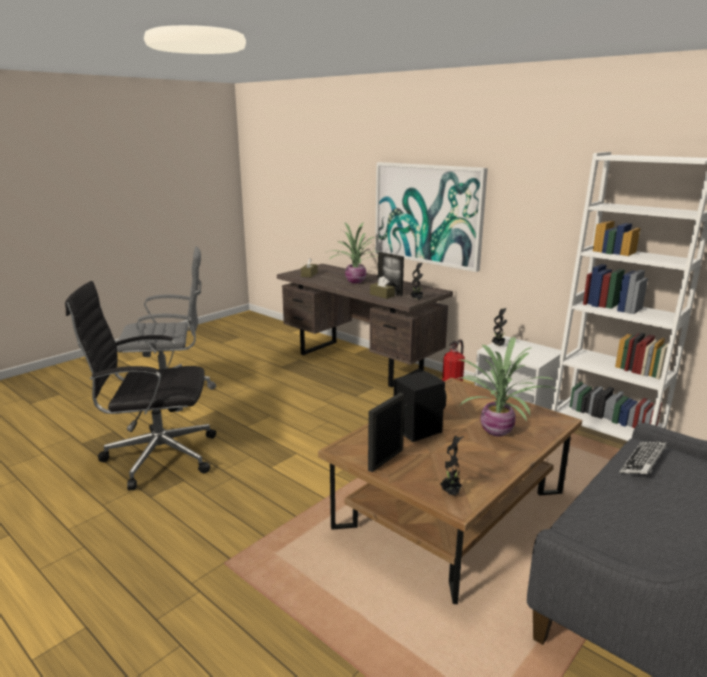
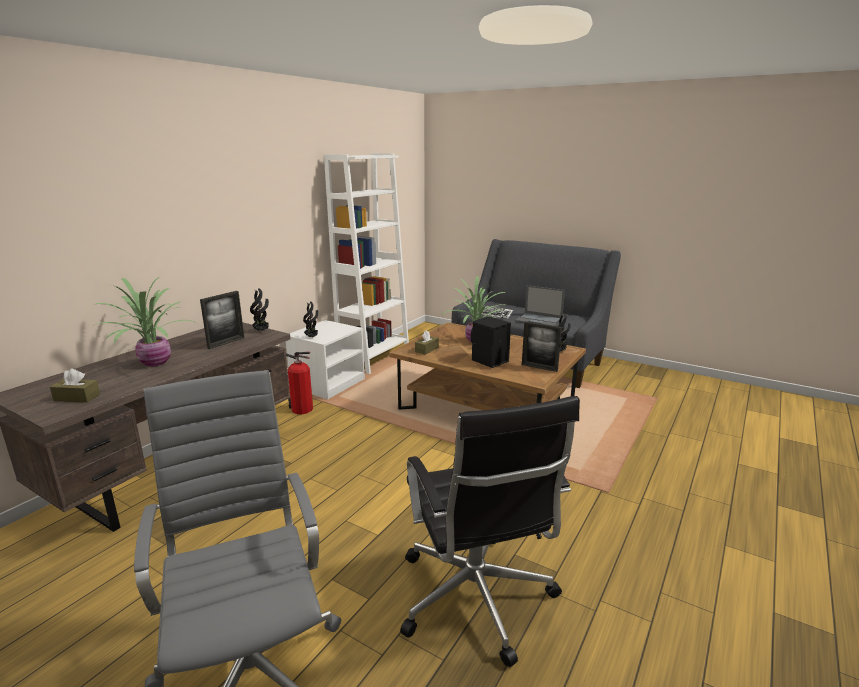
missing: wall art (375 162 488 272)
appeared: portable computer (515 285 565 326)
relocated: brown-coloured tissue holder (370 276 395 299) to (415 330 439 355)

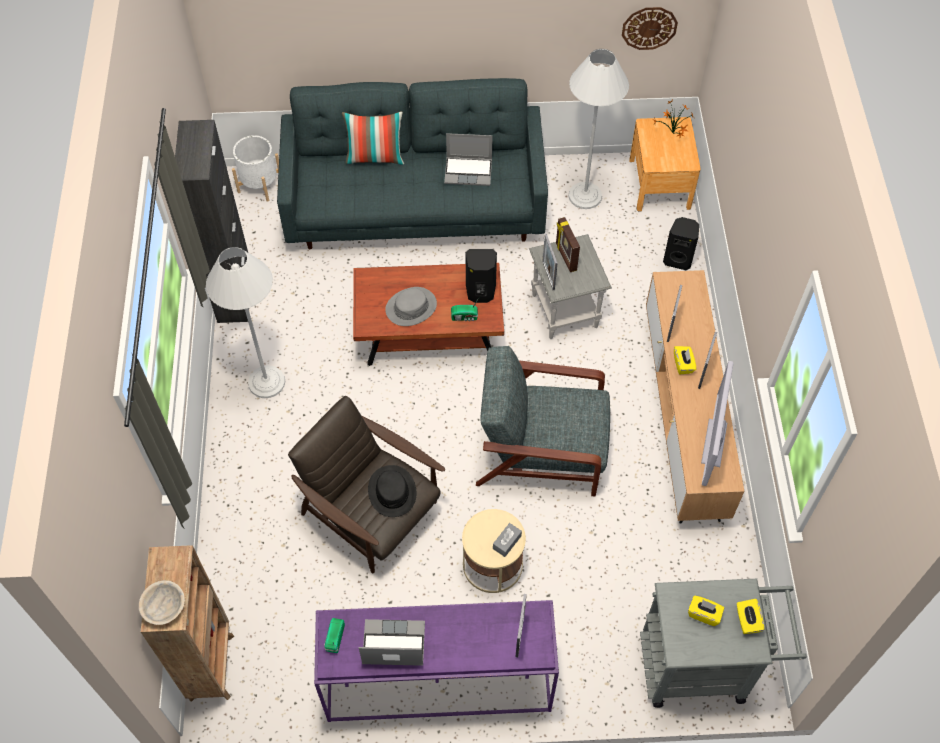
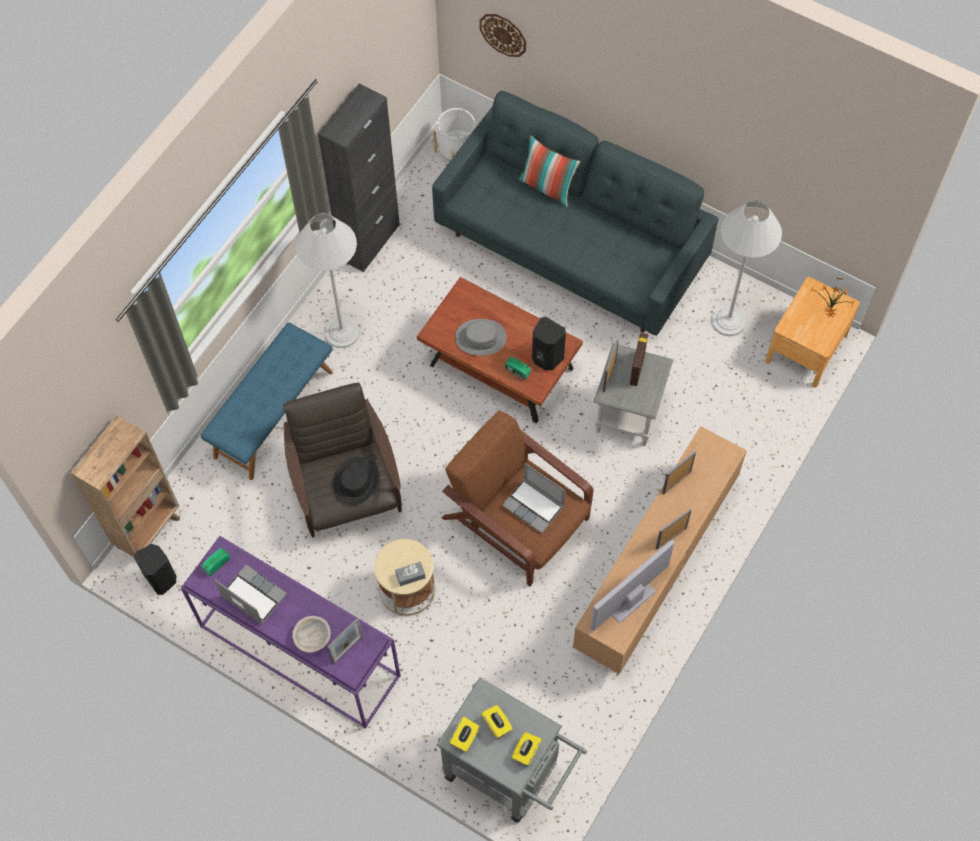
appeared: bluish indoor bench (200 322 333 480)
relocated: beige-coloured deep dish (139 580 185 625) to (292 616 330 652); portable computer (444 133 493 186) to (502 463 565 533); wall clock (622 7 678 50) to (479 14 526 57); blackish audio speaker (663 217 699 270) to (134 544 176 595); yellow tissue holder (674 346 696 375) to (450 717 479 752)
colour: grey lounge chair (476 346 610 496) to brown-coloured lounge chair (442 410 594 586)

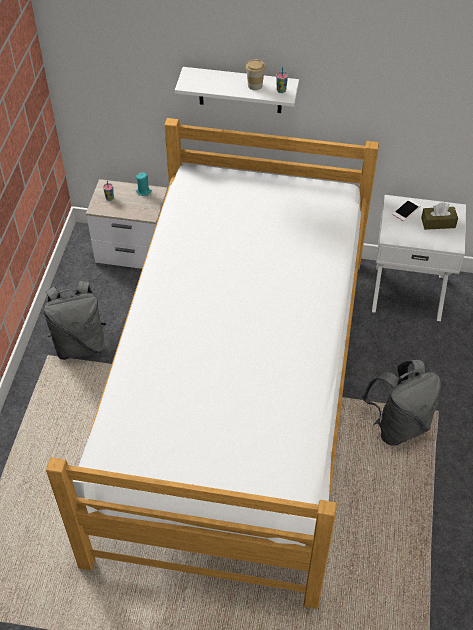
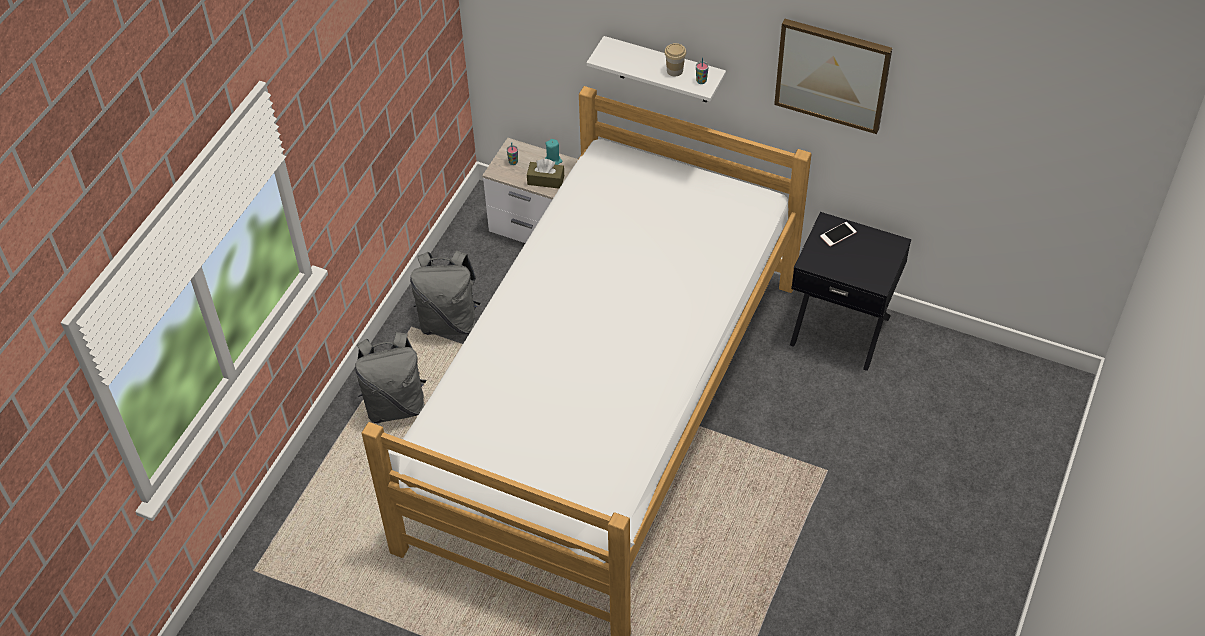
appeared: wall art (774 19 892 134)
relocated: grey backpack (362 360 441 446) to (355 332 426 423); brown-coloured tissue holder (421 202 458 230) to (527 159 564 188)
colour: white-coloured night table (372 195 466 321) to blackish night table (790 212 911 371)

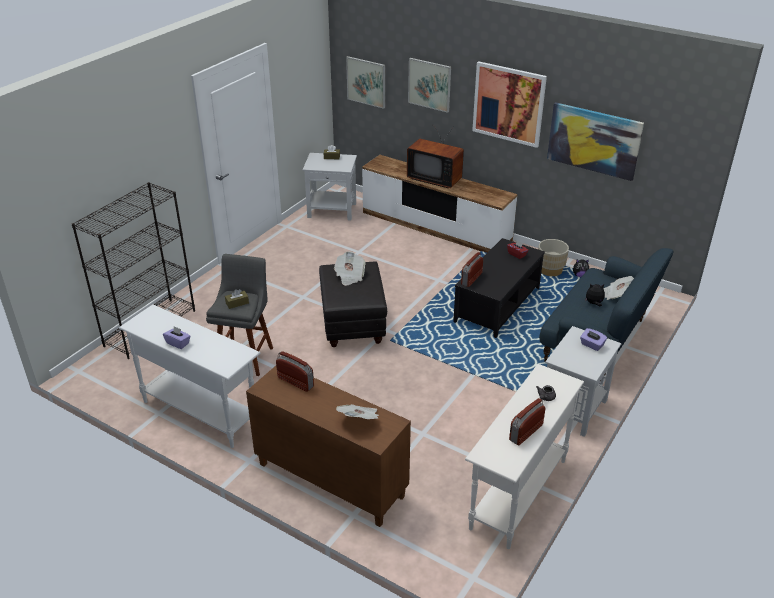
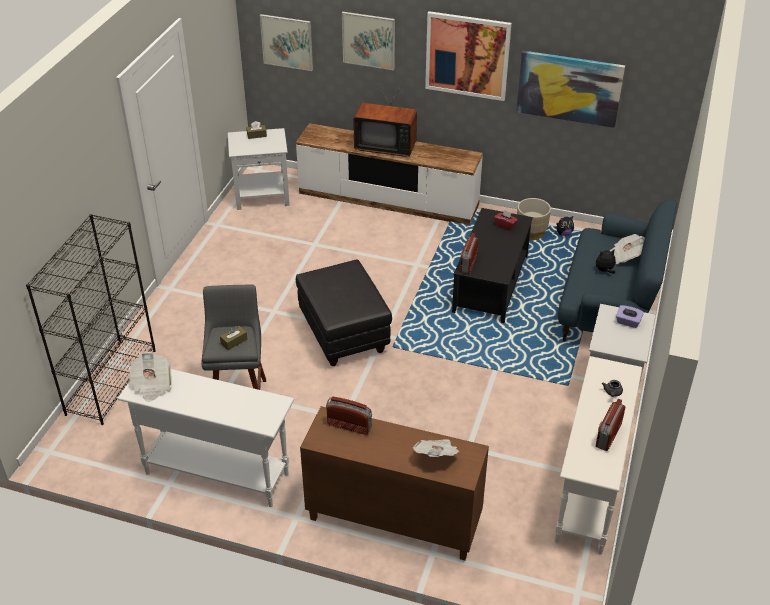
missing: purplish tissue holder (163 326 191 349)
relocated: daily paper (334 251 366 286) to (129 351 172 402)

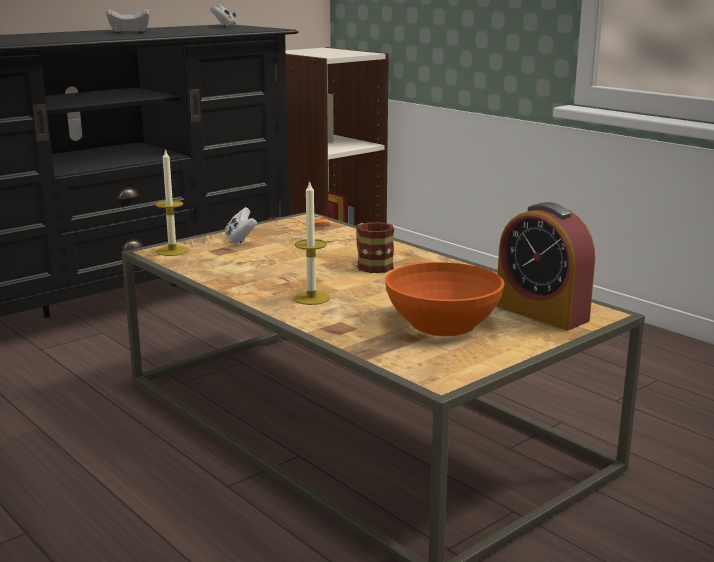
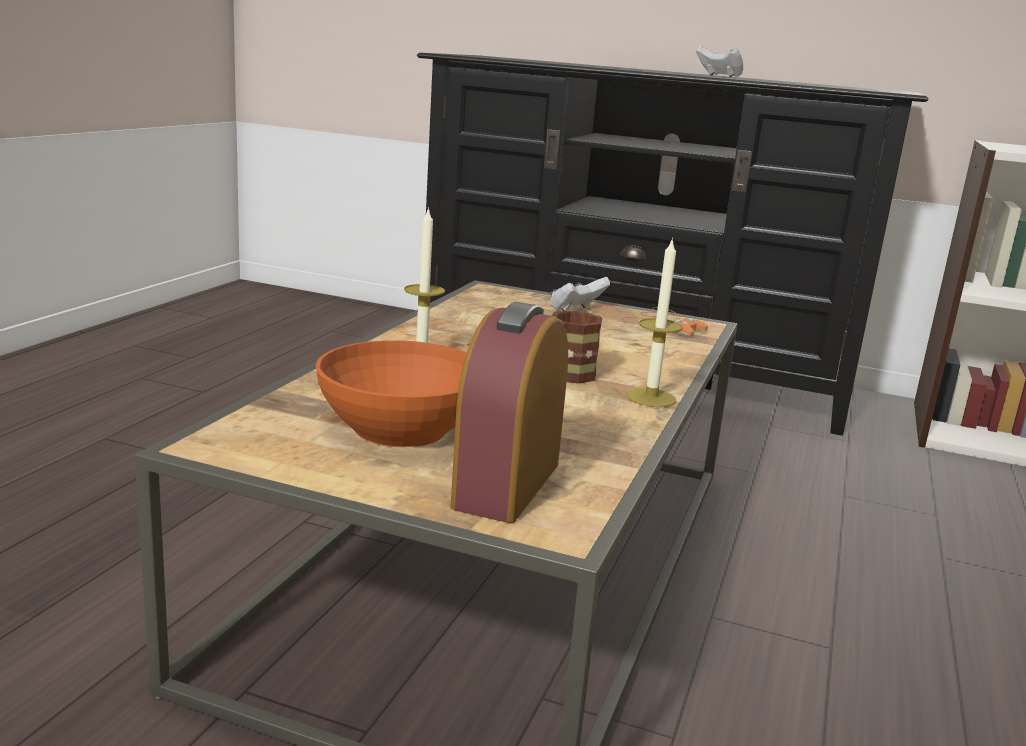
missing: white-coloured game controller (210 4 236 27)
relocated: wax light (156 148 189 256) to (627 237 683 407)

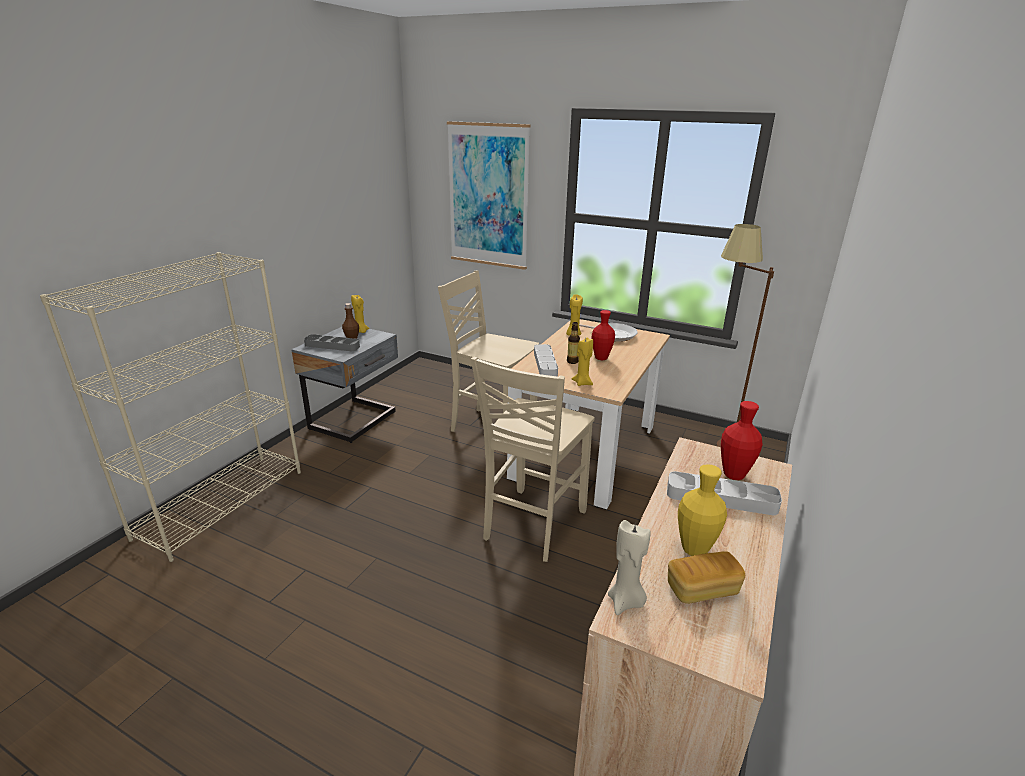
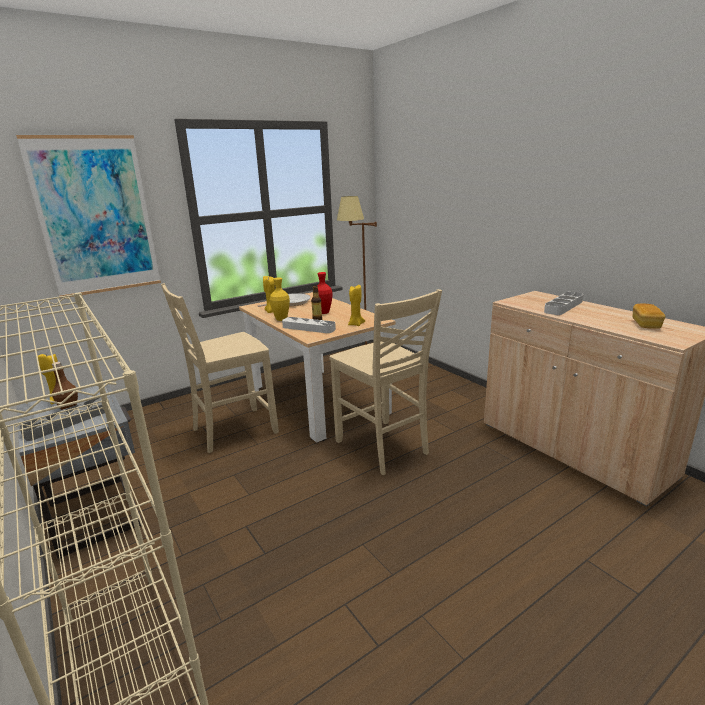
missing: beige-coloured wax light (608 520 650 615); reddish decorative vase (721 401 762 480)
relocated: yellow decorative vase (678 464 727 556) to (270 278 290 321)

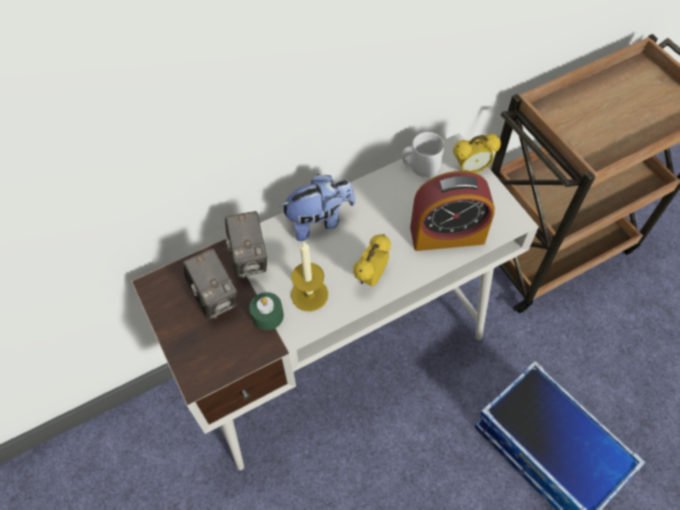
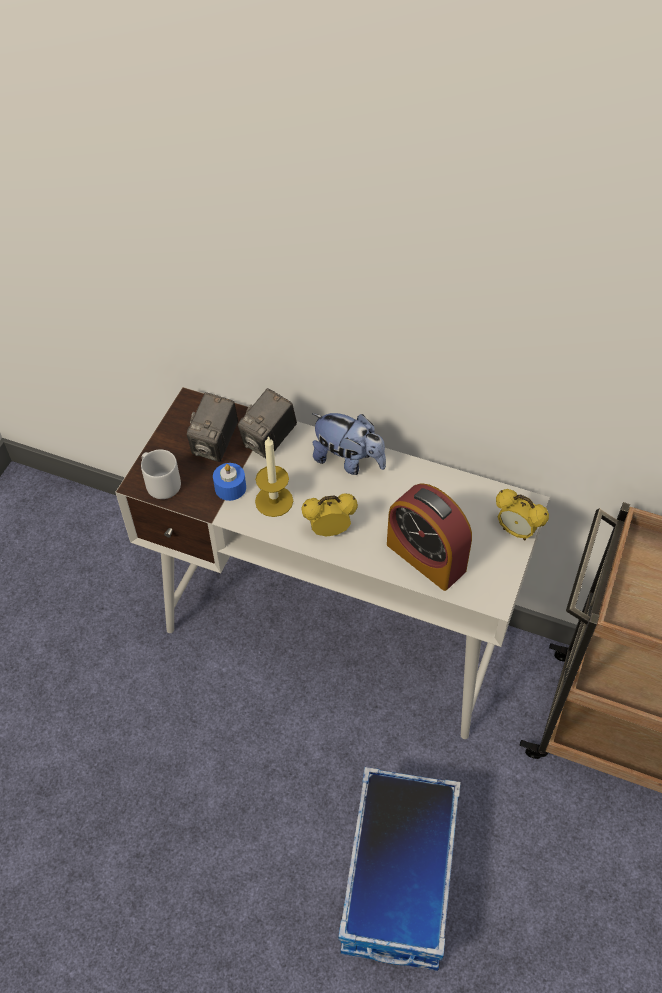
relocated: grey tea mug (402 132 444 177) to (141 449 181 499)
colour: greenish wax light (249 292 284 330) to bluish wax light (213 463 246 501)

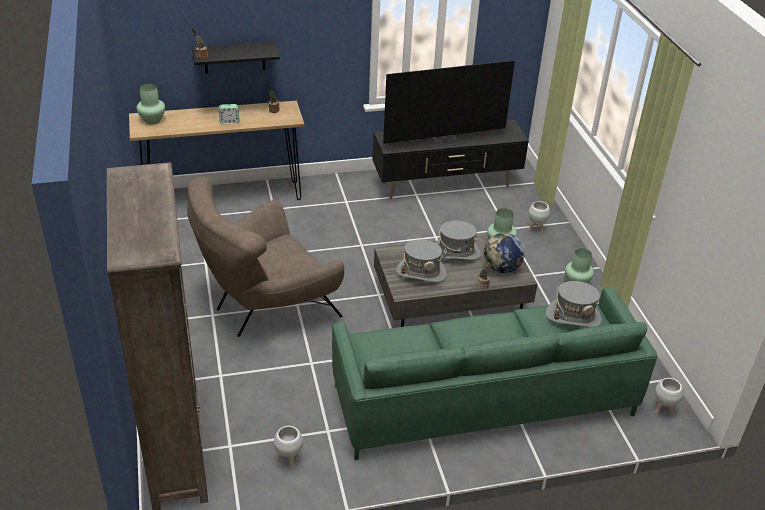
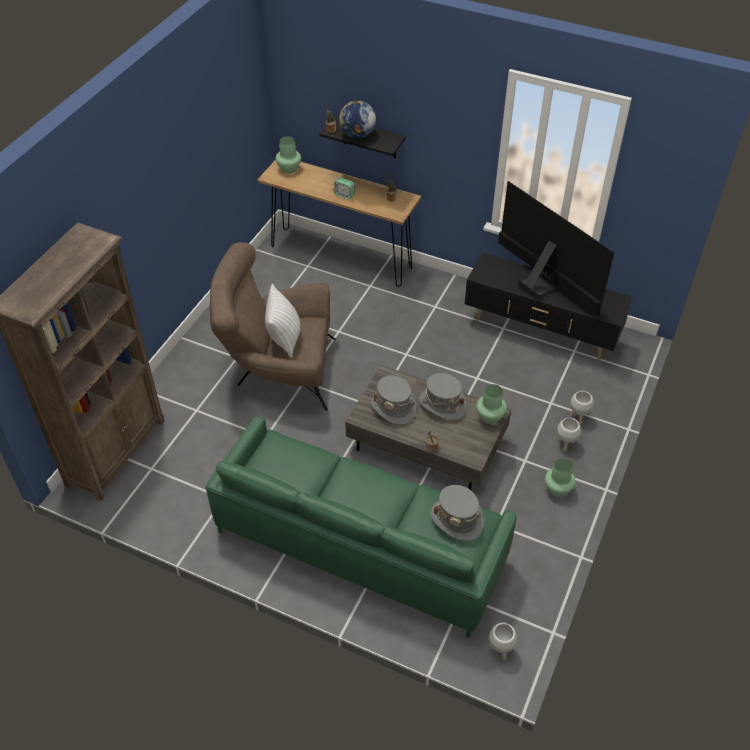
appeared: white-coloured cushion (265 284 300 358)
relocated: white-coloured flower pot (274 426 303 468) to (557 417 581 451); globe (484 233 525 273) to (339 100 376 138)
spun: TV (383 60 515 144) = (498 181 615 315) 150 degrees counterclockwise

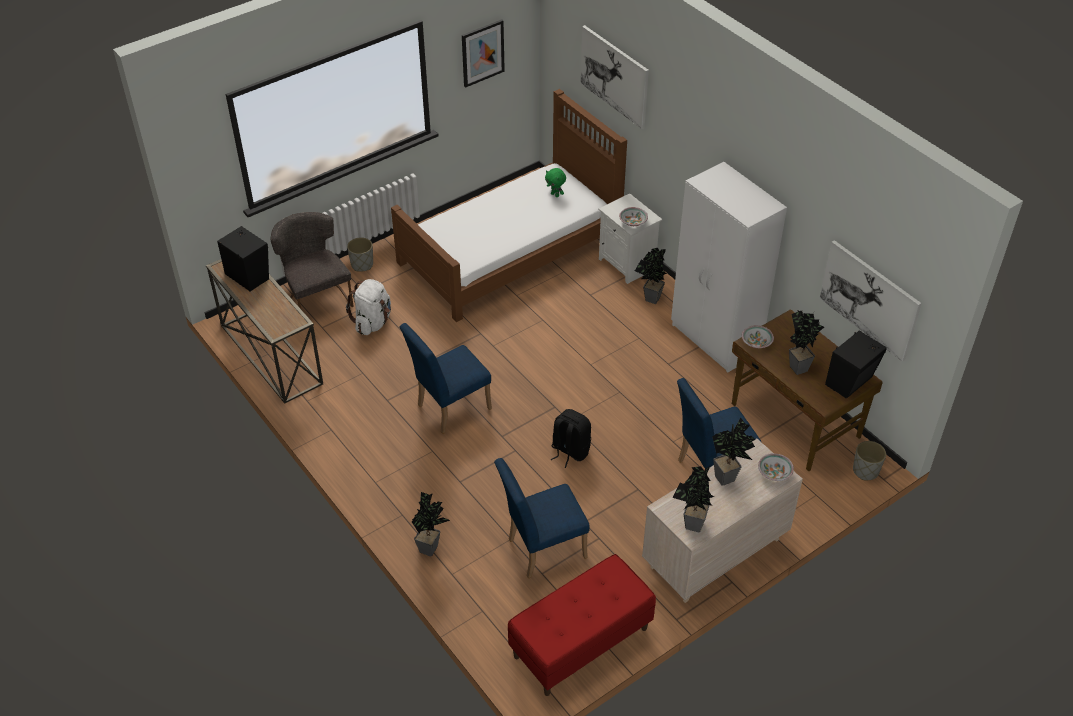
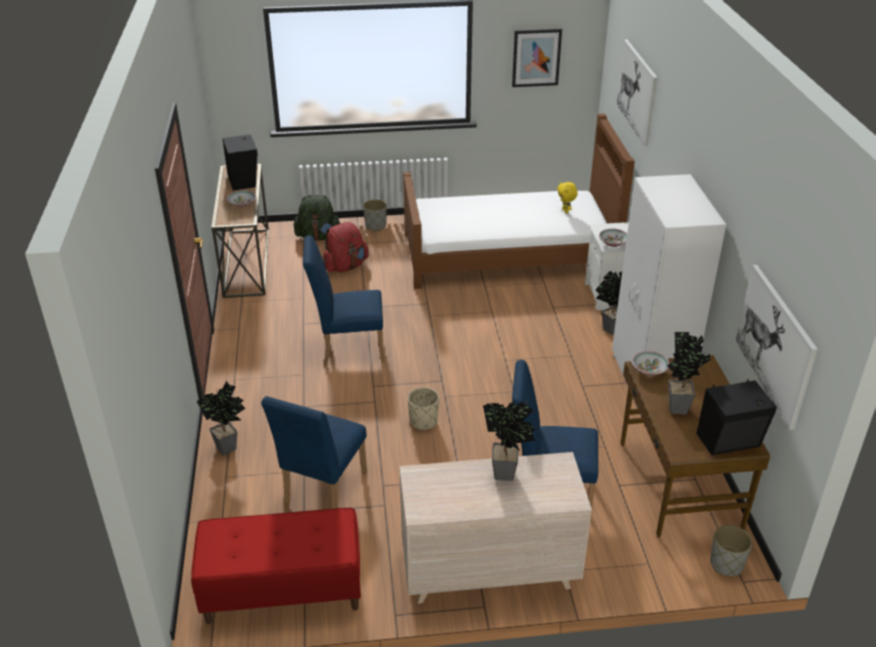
missing: potted plant (672 466 715 532)
relocated: deep dish (758 453 794 481) to (227 190 256 208)
exchanged: grey plain chair (270 212 354 309) to greenish backpack (294 195 340 241); blackish backpack (550 409 591 468) to beige-coloured flower pot (408 387 439 430)
colour: white-coloured backpack (346 279 391 335) to reddish backpack (323 222 369 272); greenish plush toy (545 168 566 197) to yellow plush toy (557 182 578 213)
spun: bluish plain chair (494 458 590 579) = (261 396 367 509) 75 degrees counterclockwise

